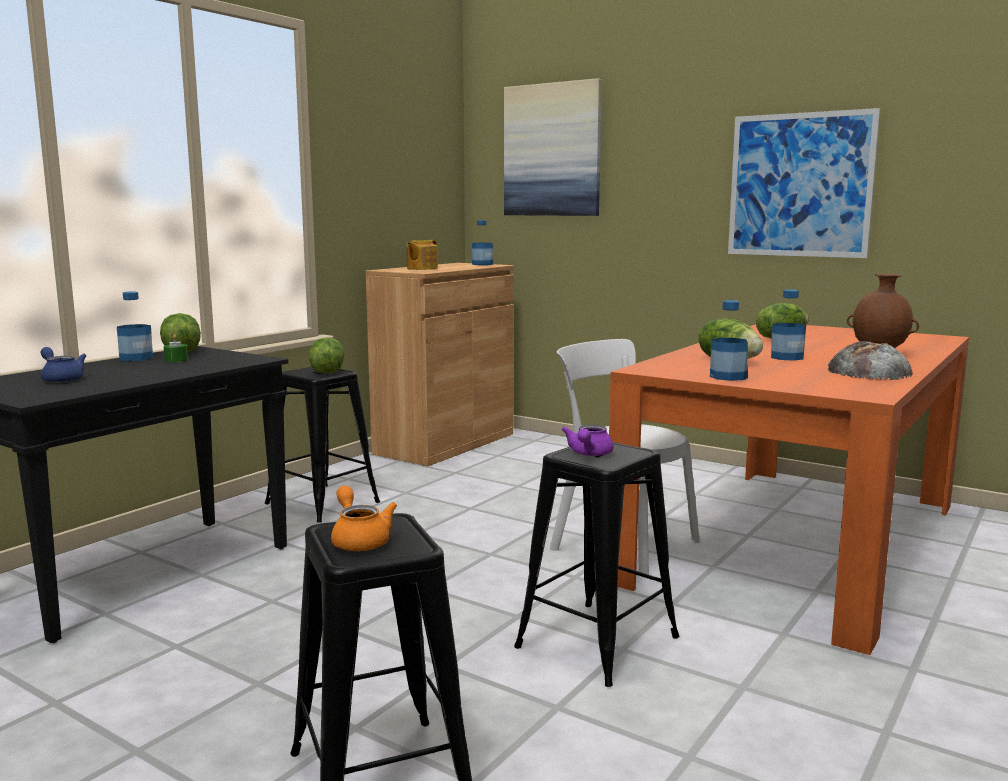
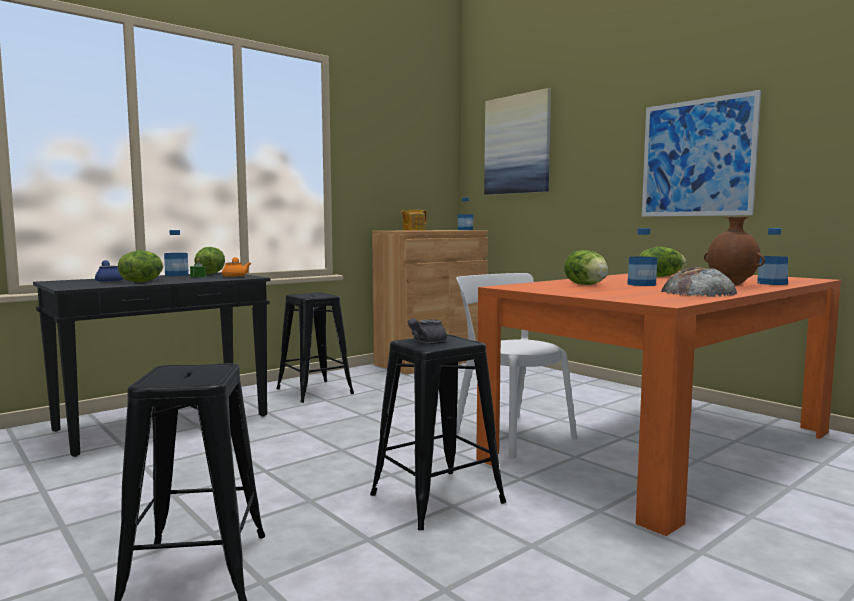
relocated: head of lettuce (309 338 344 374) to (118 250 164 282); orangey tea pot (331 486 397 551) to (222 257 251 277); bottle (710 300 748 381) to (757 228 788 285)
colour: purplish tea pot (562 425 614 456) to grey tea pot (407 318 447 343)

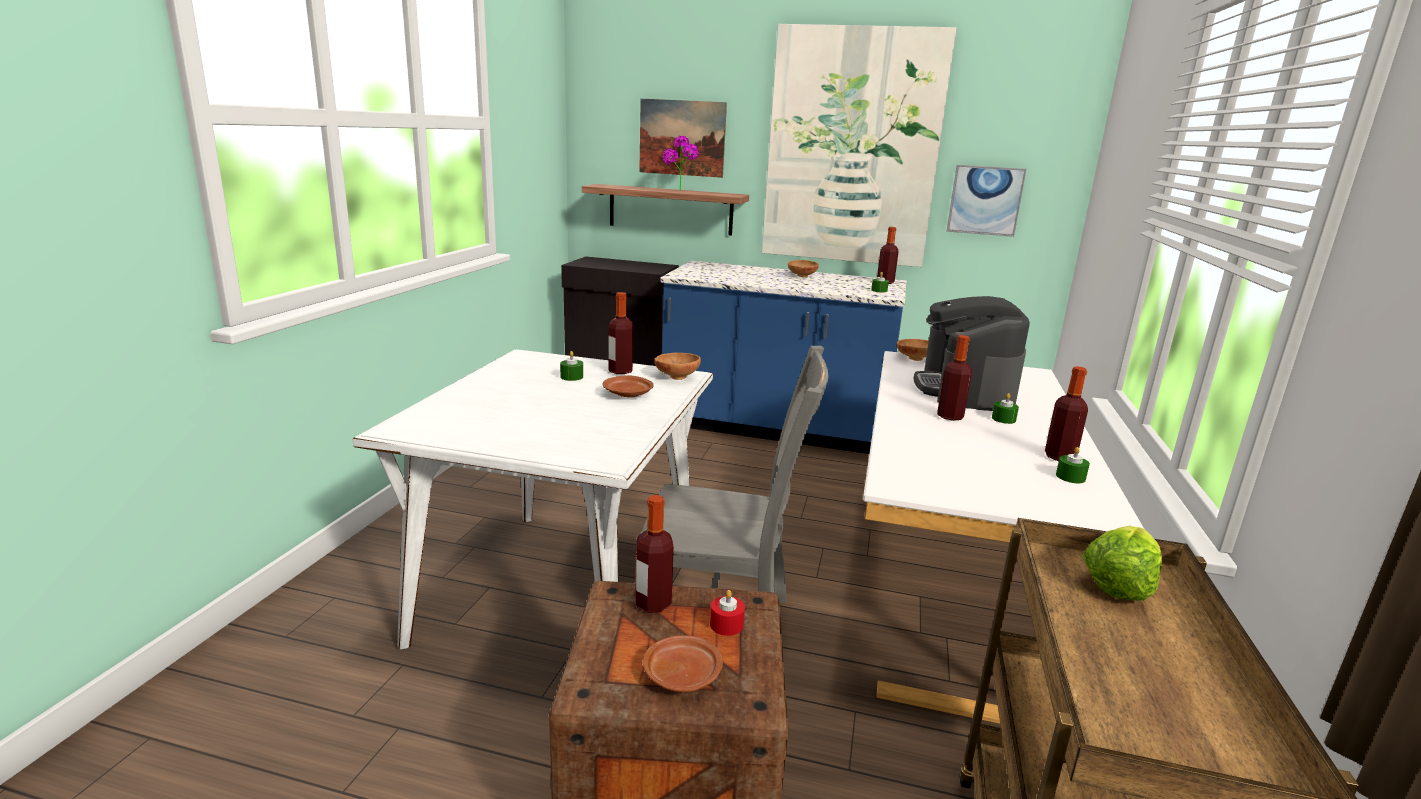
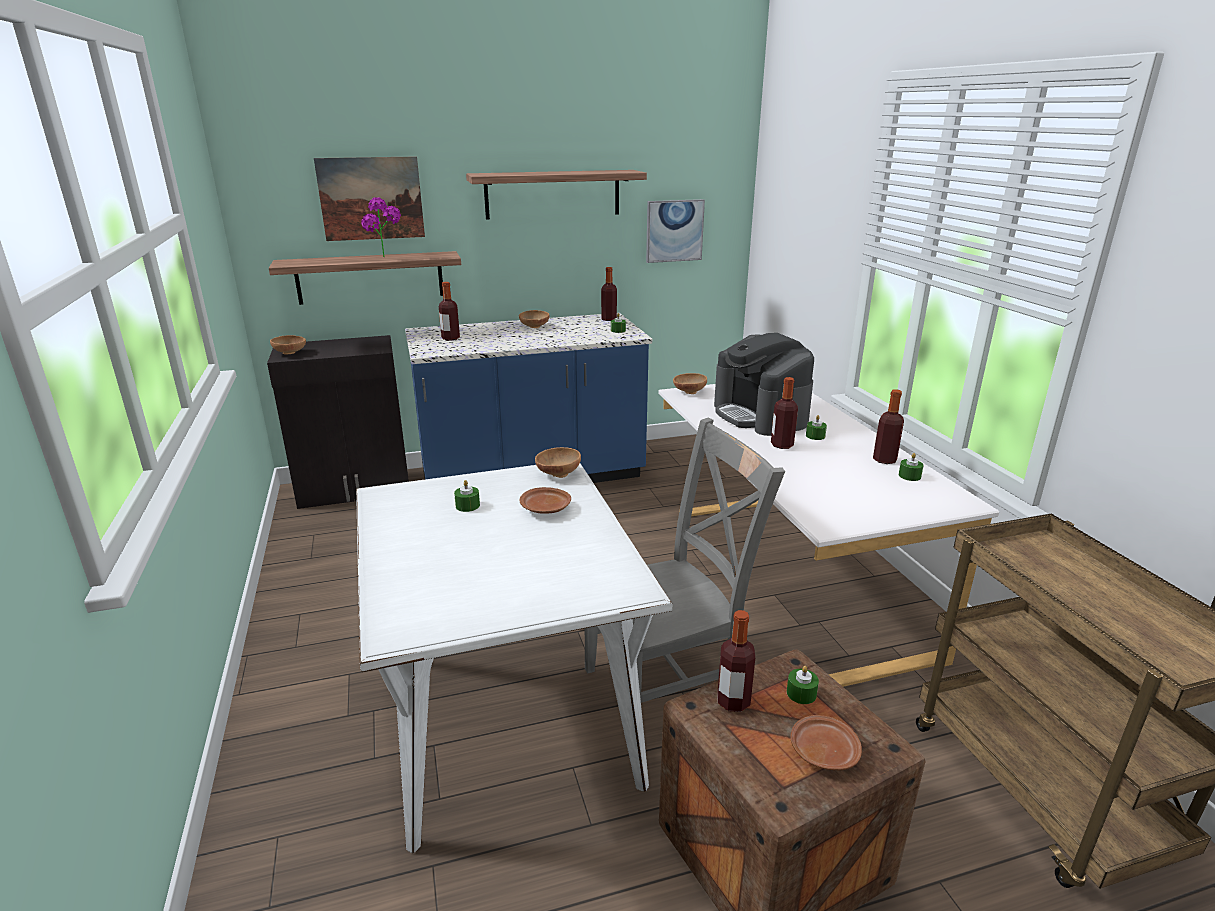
missing: head of lettuce (1083 526 1162 601)
appeared: brown-coloured deep dish (270 335 306 354)
relocated: bottle (608 292 633 374) to (439 282 460 341)
exchanged: wall art (762 24 957 267) to bracket shelf (466 170 647 219)
colour: reddish wax light (710 590 745 636) to greenish wax light (787 666 819 704)

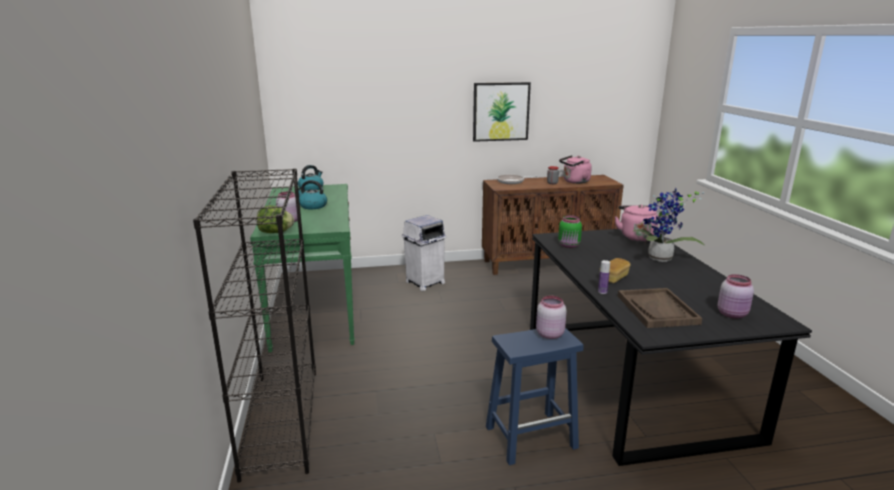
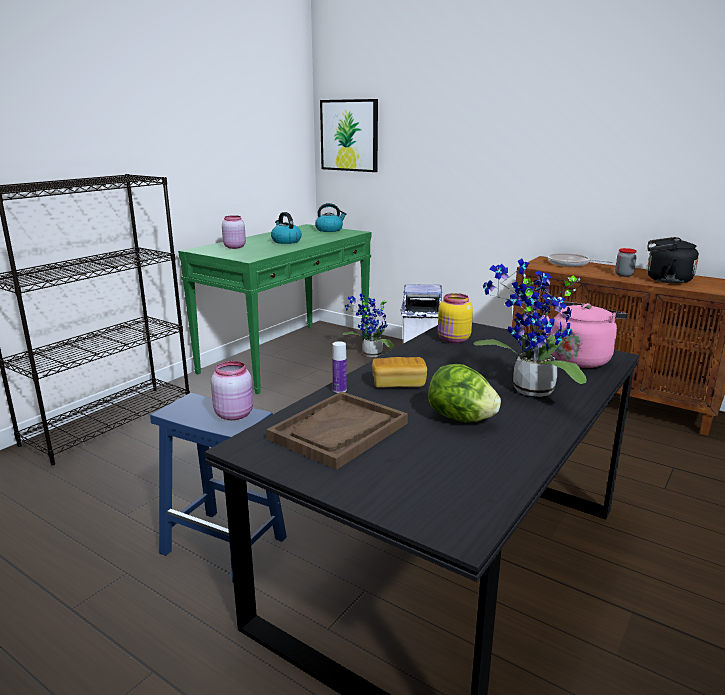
missing: pink preserve jar (718 274 754 319)
appeared: potted plant (343 294 394 357)
relocated: head of lettuce (257 205 294 233) to (428 364 501 423); wall art (473 82 531 142) to (320 99 378 172)
colour: greenish preserve jar (558 215 582 248) to yellow preserve jar (438 293 473 343); pink water kettle (559 155 592 184) to blackish water kettle (647 237 699 284)

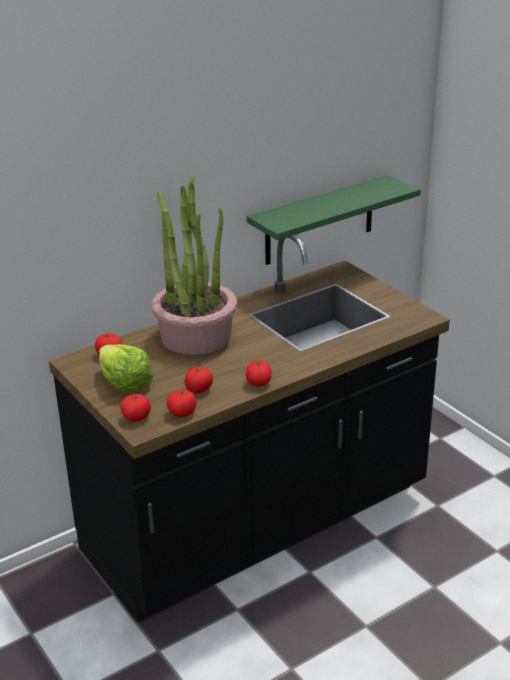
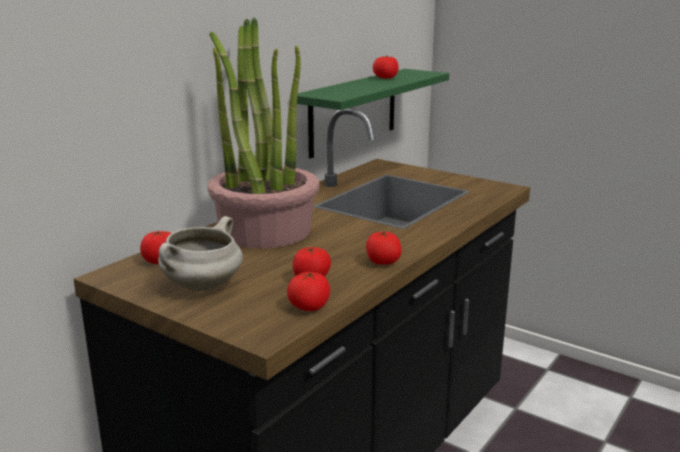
relocated: tomato (120 394 151 422) to (373 56 399 79)
exchanged: head of lettuce (99 344 153 392) to white-coloured cooking pot (158 216 243 291)

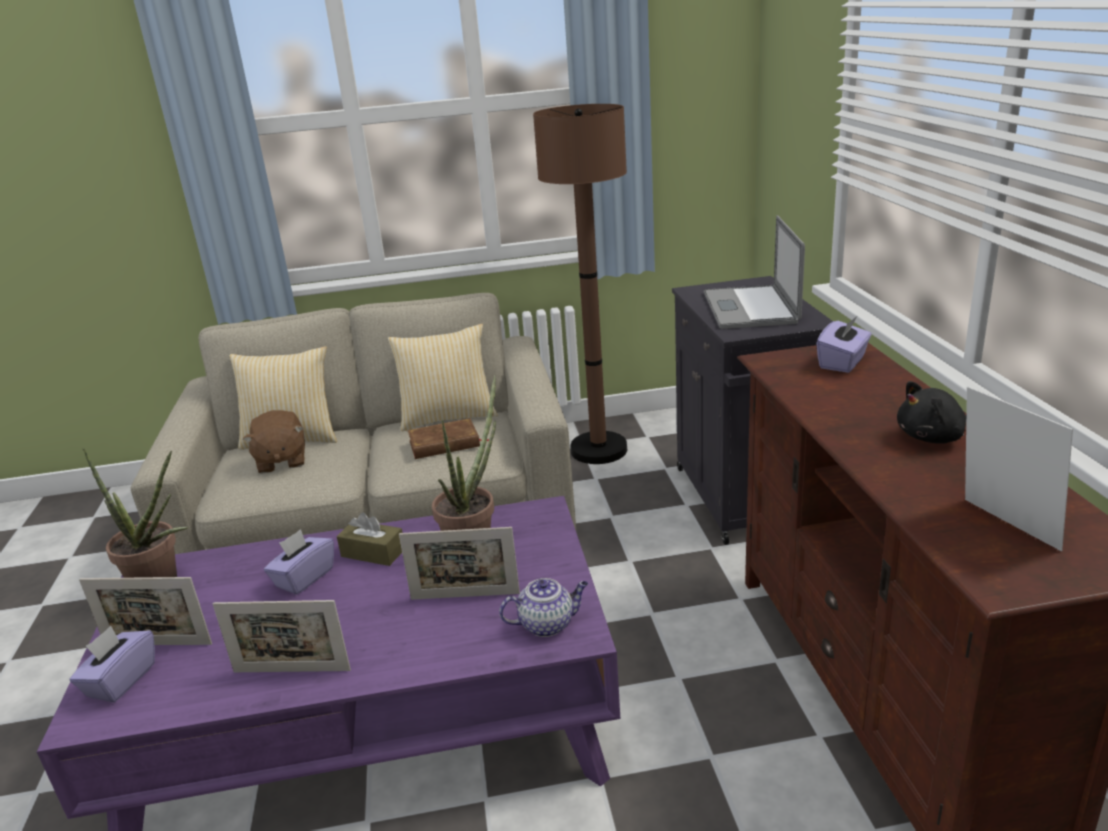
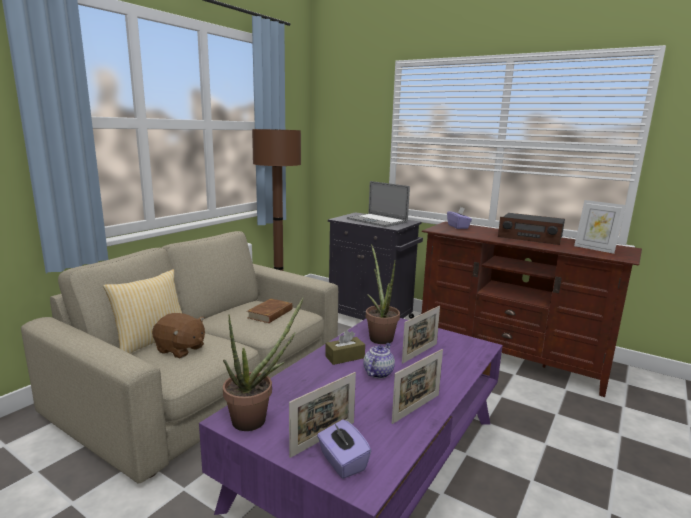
missing: purplish tissue holder (264 529 334 595); cushion (388 324 498 432)
relocated: tea pot (499 578 588 637) to (363 343 395 378)
exchanged: blackish plush toy (897 381 966 444) to radio (498 213 565 245)
spun: standing frame (965 387 1073 551) = (574 200 626 254) 150 degrees counterclockwise

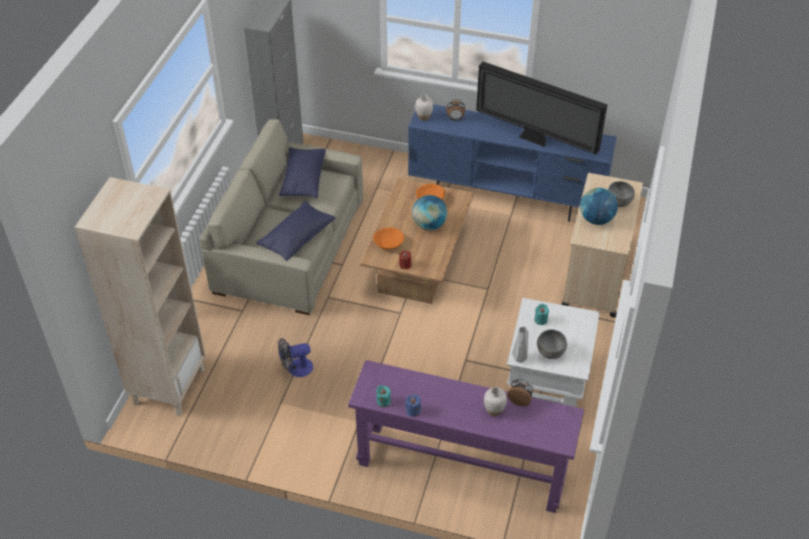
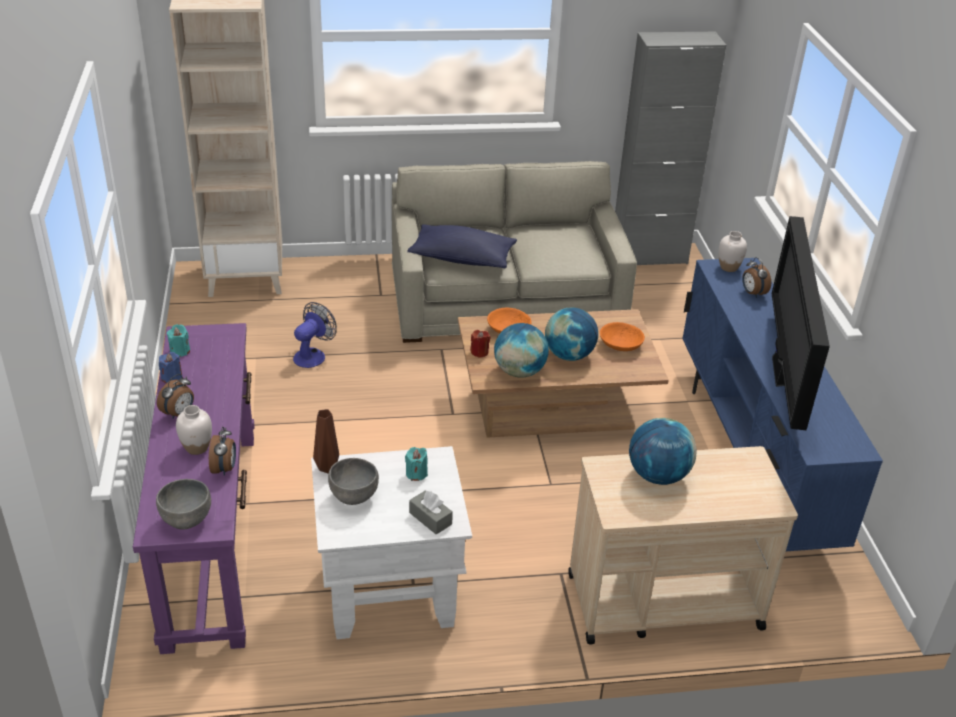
missing: bluish cushion (279 147 326 198)
appeared: bedside clock (157 374 194 419); grey tissue holder (409 490 453 535); globe (494 323 549 378)
relocated: grey deep dish (608 181 635 207) to (156 479 211 530)
colour: grey decorative vase (512 327 528 363) to brown-coloured decorative vase (313 409 339 473)
spun: electric fan (278 338 313 377) = (293 302 337 368) 75 degrees clockwise

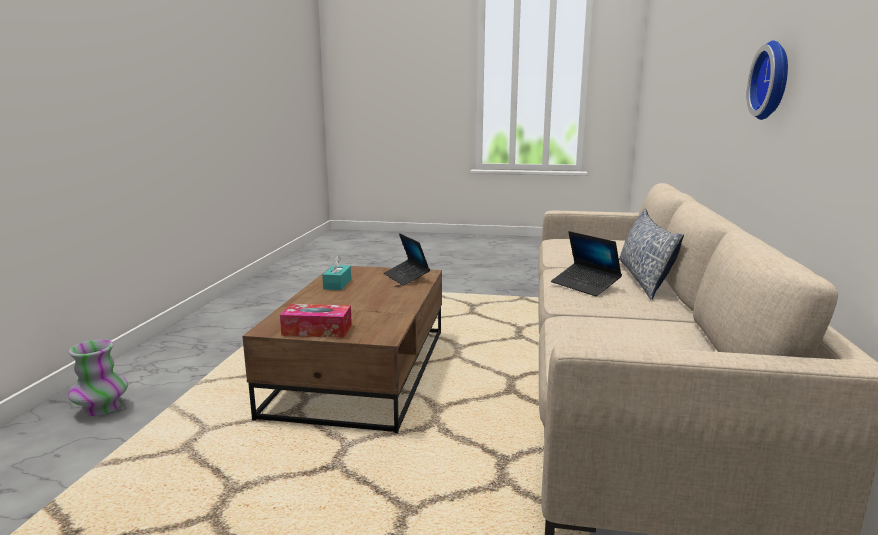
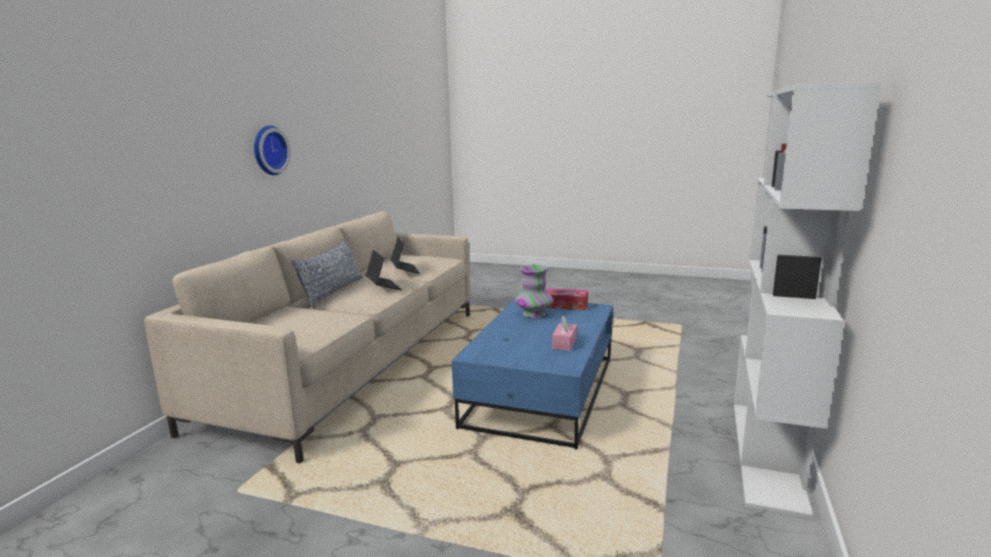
appeared: white-coloured bookshelf (734 82 880 519)
relocated: decorative vase (68 340 128 416) to (515 264 553 318); portable computer (384 233 430 286) to (391 237 420 274)
colour: brown-coloured low table (242 266 442 434) to bluish low table (452 299 613 449); turquoise-coloured tissue holder (322 255 351 290) to pink tissue holder (552 315 577 351)

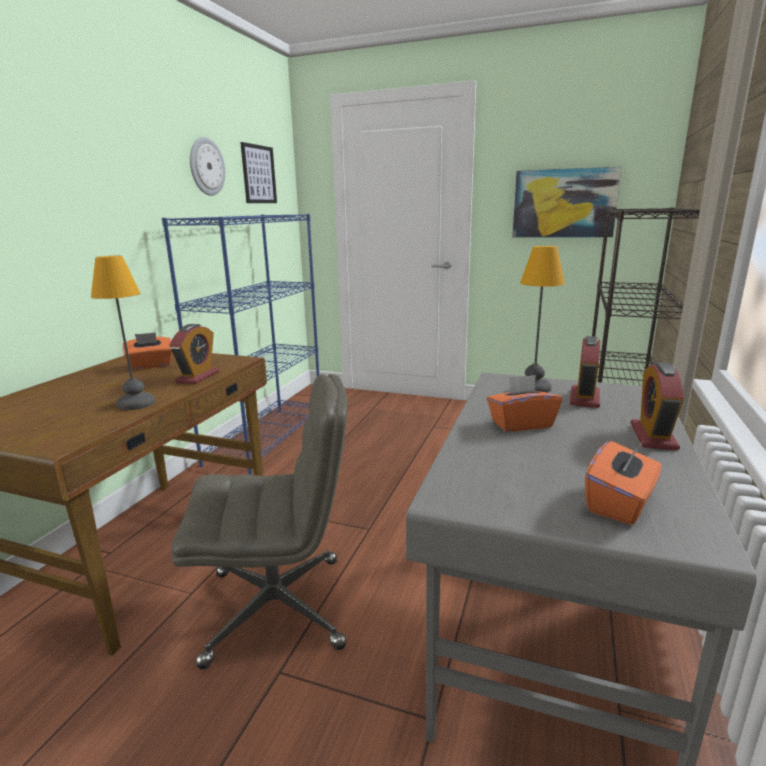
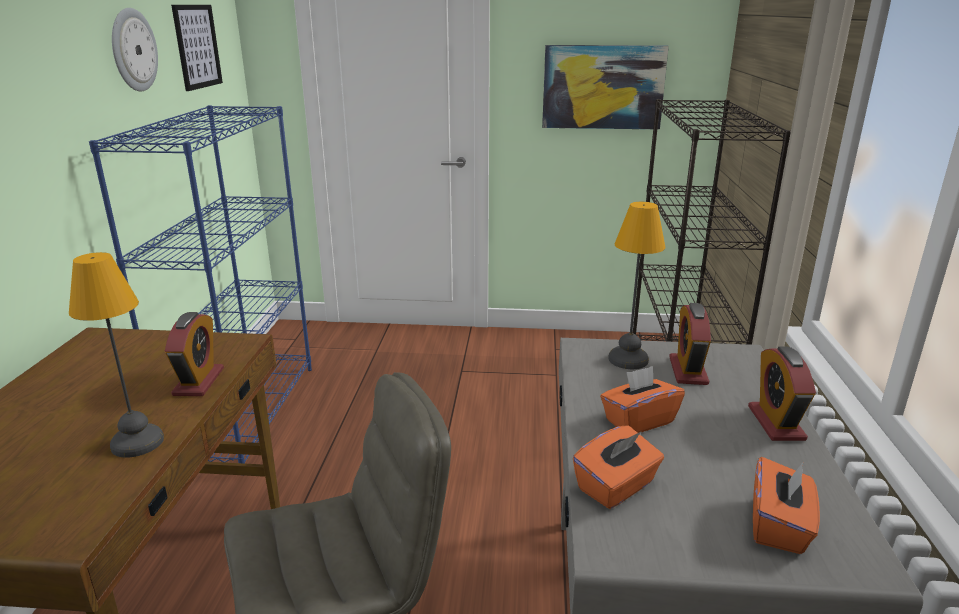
relocated: orangey tissue holder (123 332 172 370) to (573 425 664 509)

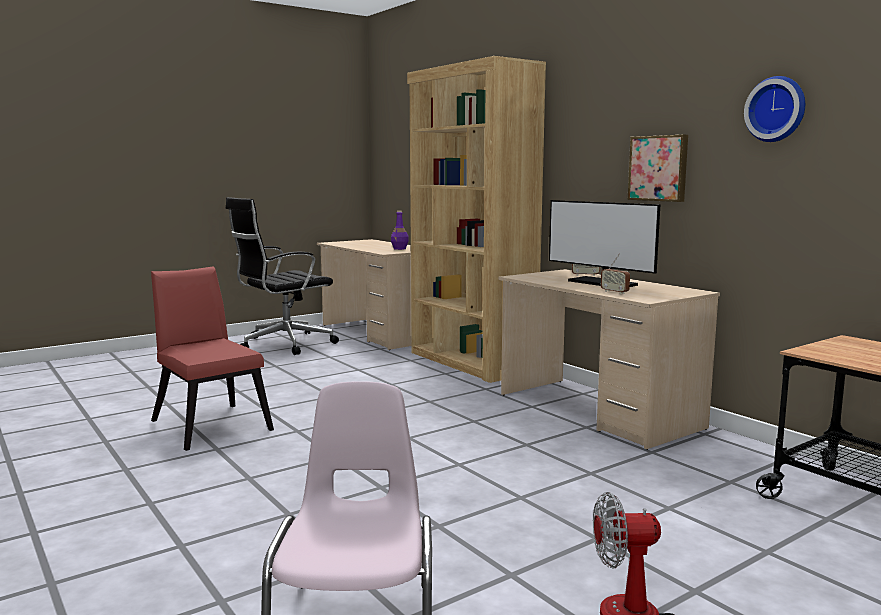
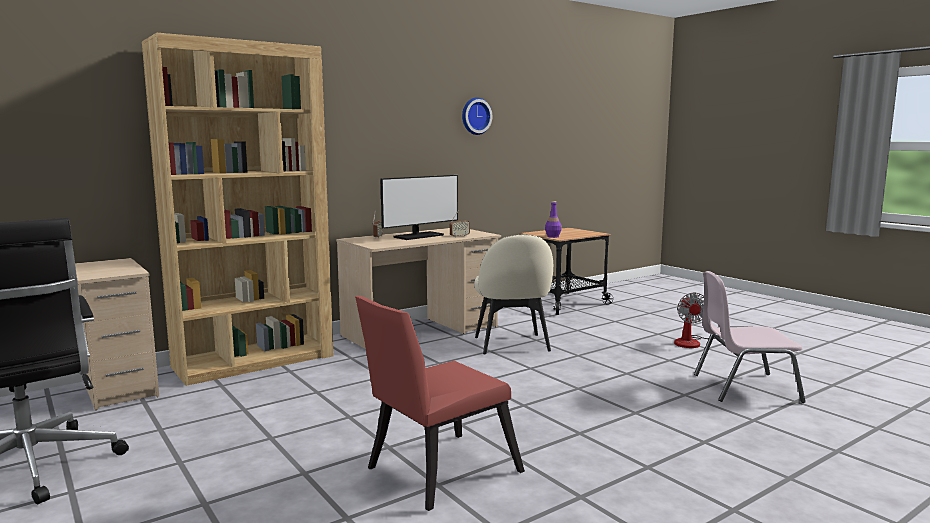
missing: wall art (627 135 688 202)
appeared: beige-coloured plain chair (474 235 553 354)
relocated: purplish bottle (391 211 409 250) to (545 201 562 238)

